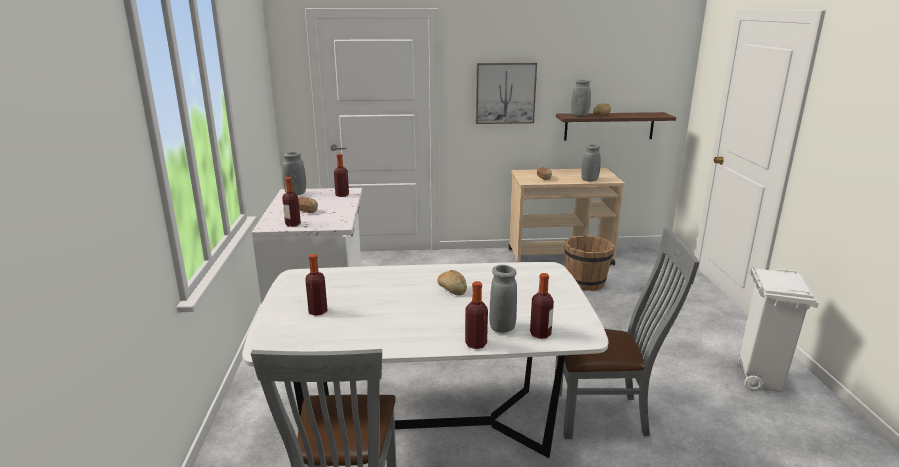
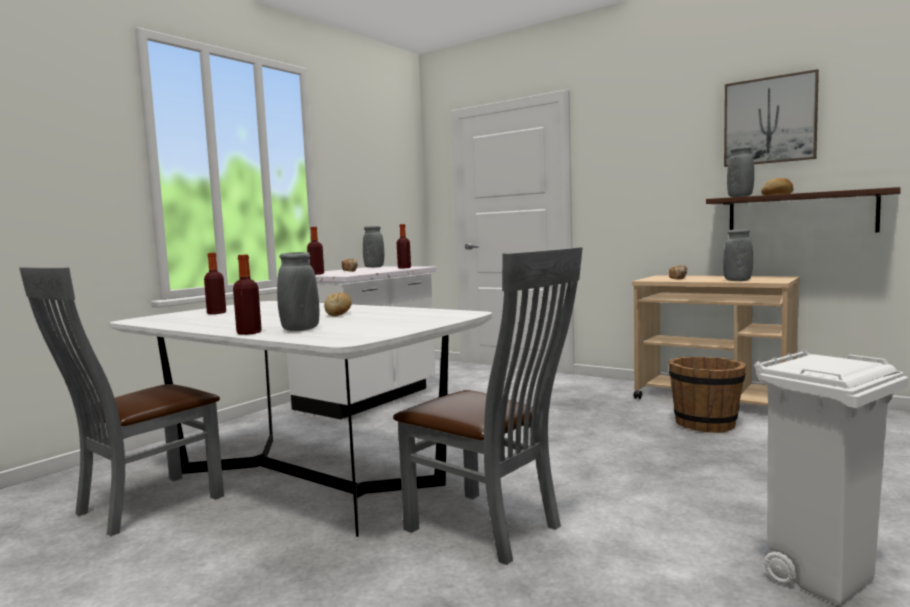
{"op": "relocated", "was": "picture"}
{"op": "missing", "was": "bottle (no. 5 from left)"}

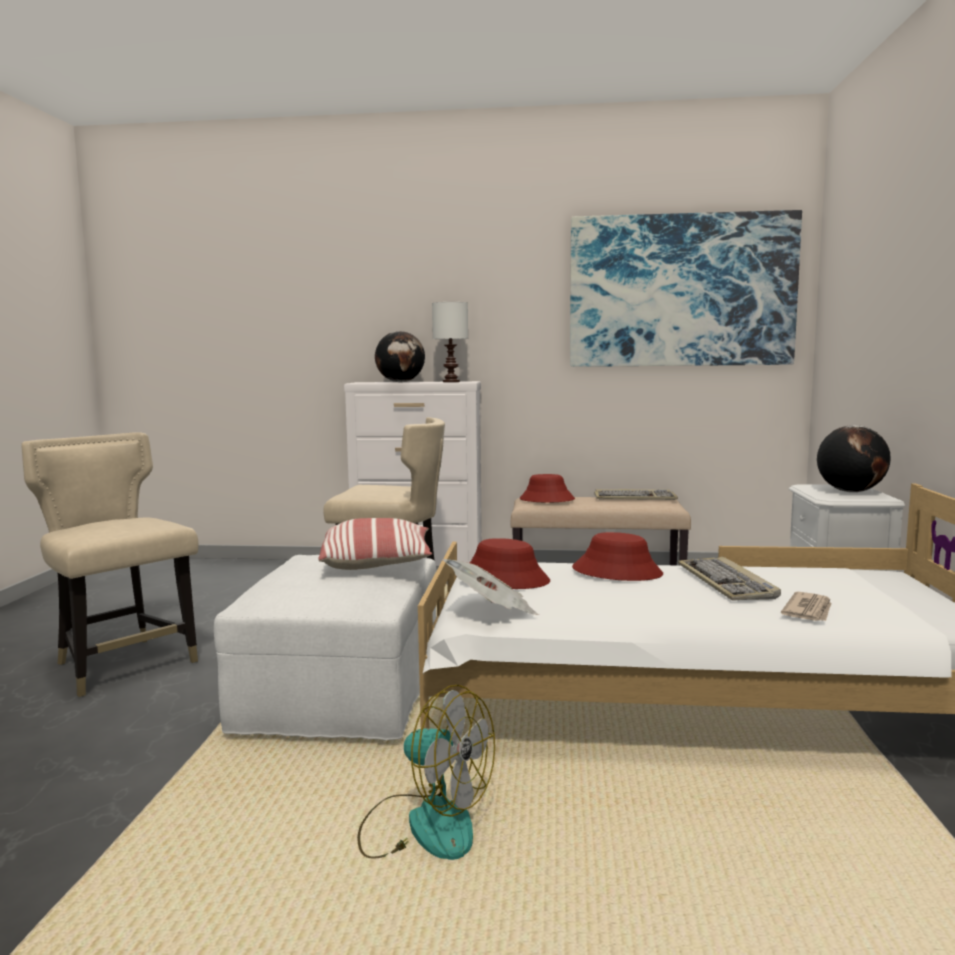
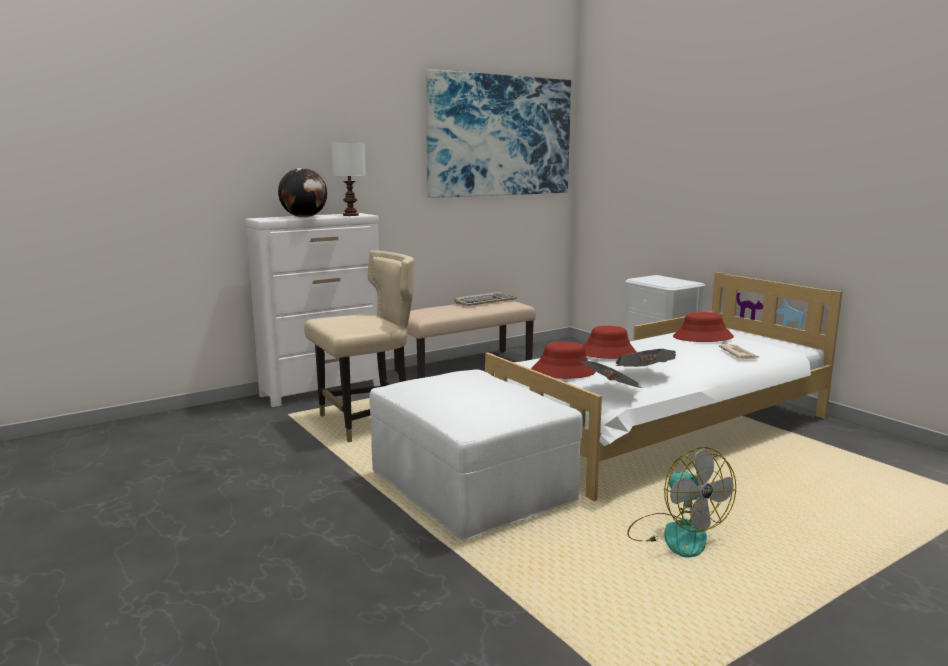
{"op": "missing", "was": "beige_chair (no. 1 from left)"}
{"op": "missing", "was": "pillow"}
{"op": "spun", "was": "fan", "clockwise": 75}
{"op": "relocated", "was": "red_hat (no. 2 from left in the first image)", "now": "red_hat (no. 3 from left)"}
{"op": "missing", "was": "keyboard (no. 2 from left)"}
{"op": "missing", "was": "globe (no. 2 from left)"}
{"op": "appeared", "now": "newspaper (no. 2 from left)"}

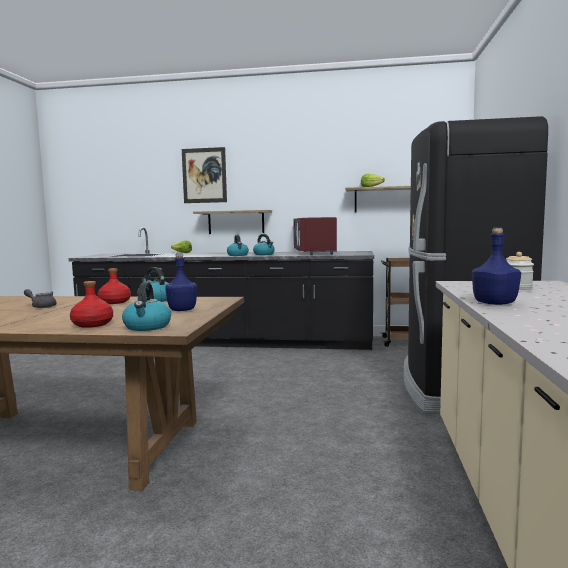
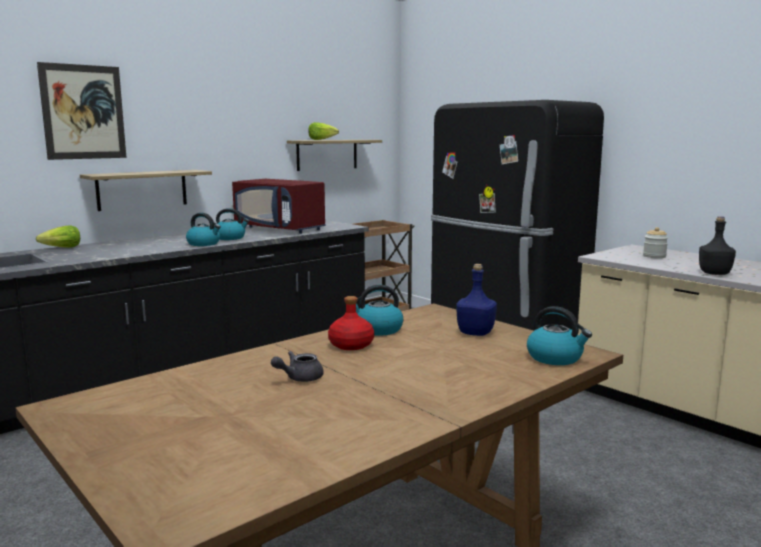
{"op": "missing", "was": "red_bottle (no. 1 from left)"}
{"op": "colour", "was": "blue_bottle (no. 2 from left)", "now": "black_bottle"}

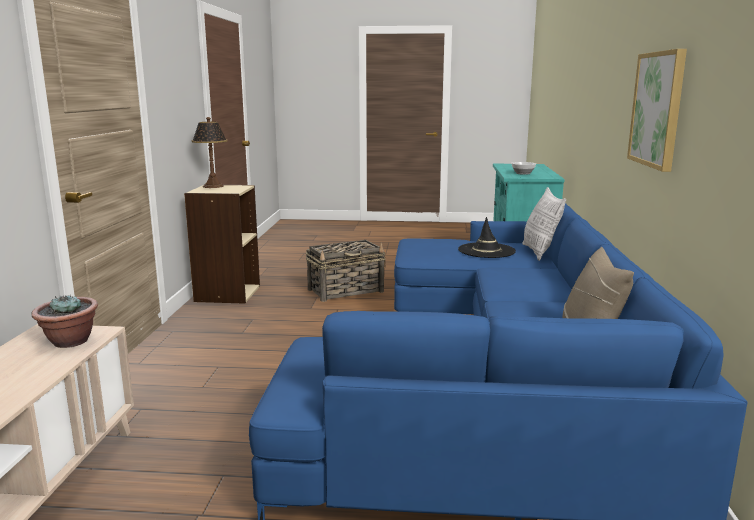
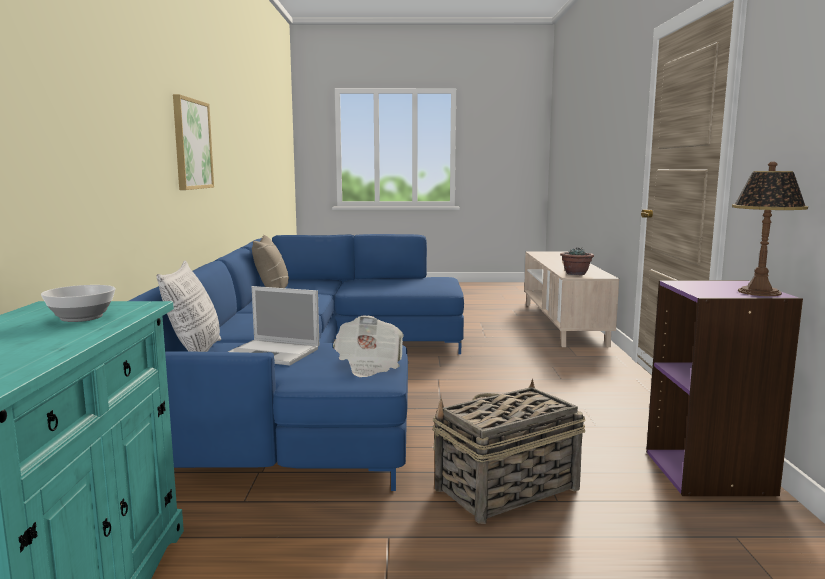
{"op": "colour", "was": "beige_bookcase", "now": "purple_bookcase"}
{"op": "exchanged", "was": "black_hat", "now": "laptop"}
{"op": "appeared", "now": "newspaper"}

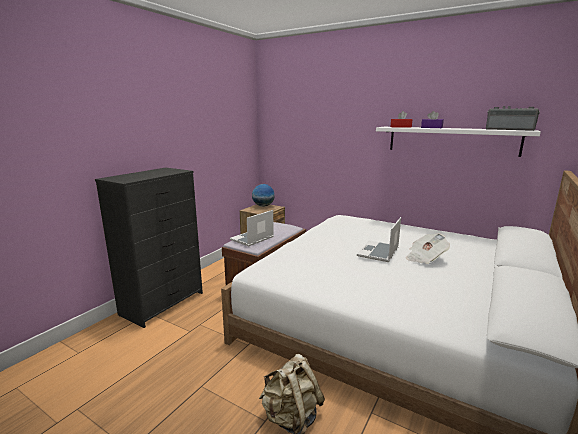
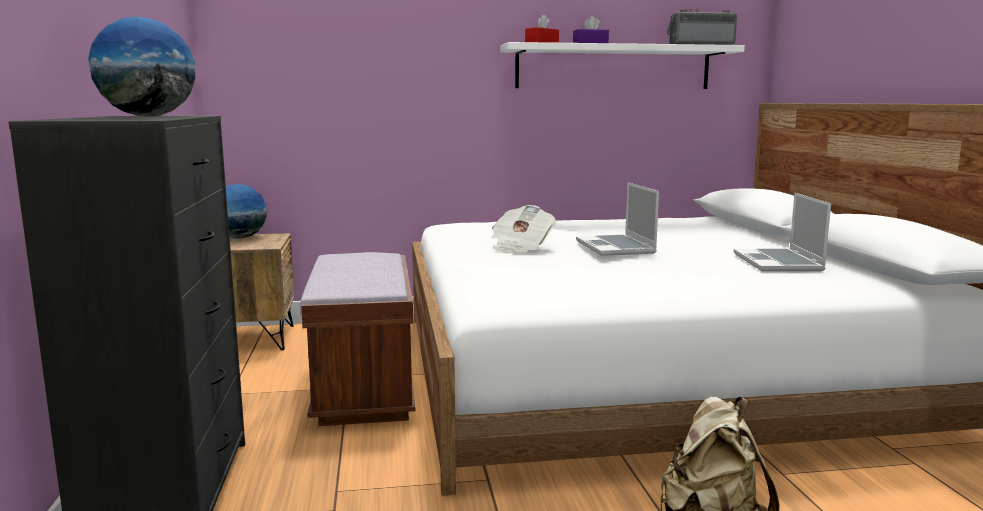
{"op": "relocated", "was": "laptop (no. 1 from left in the first image)", "now": "laptop (no. 2 from left)"}
{"op": "relocated", "was": "newspaper"}
{"op": "appeared", "now": "globe (no. 1 from left)"}

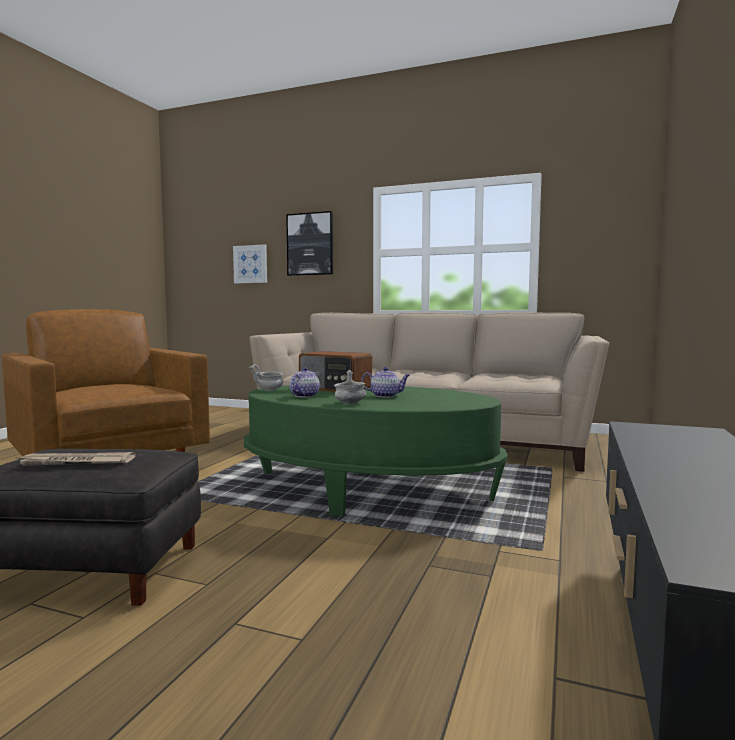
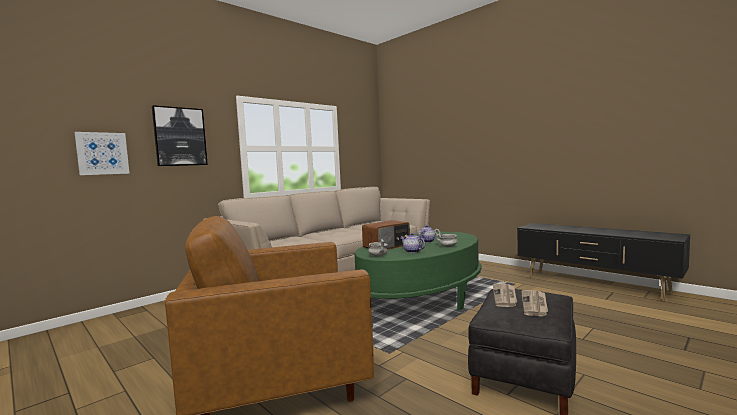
{"op": "appeared", "now": "newspaper (no. 1 from left)"}

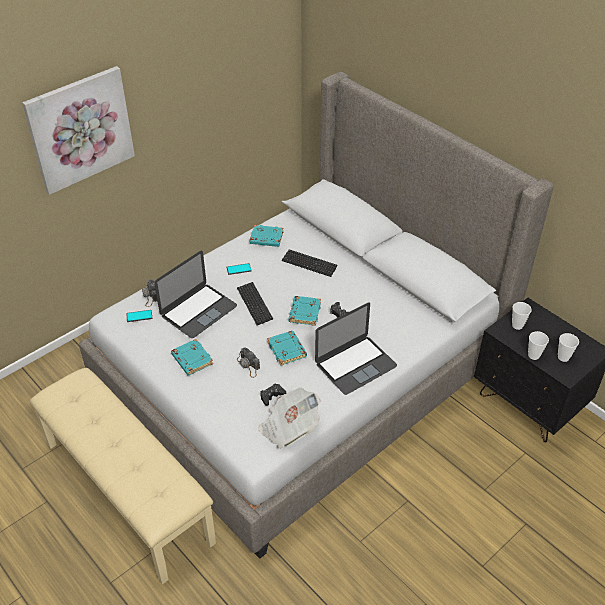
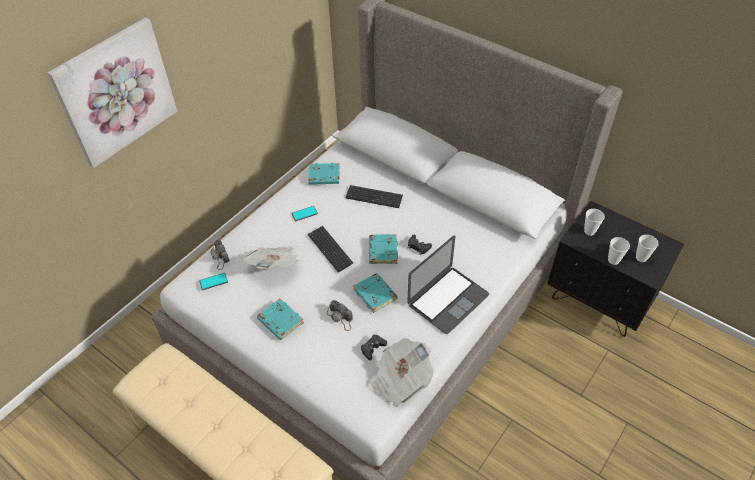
{"op": "exchanged", "was": "laptop (no. 1 from left)", "now": "newspaper (no. 1 from left)"}

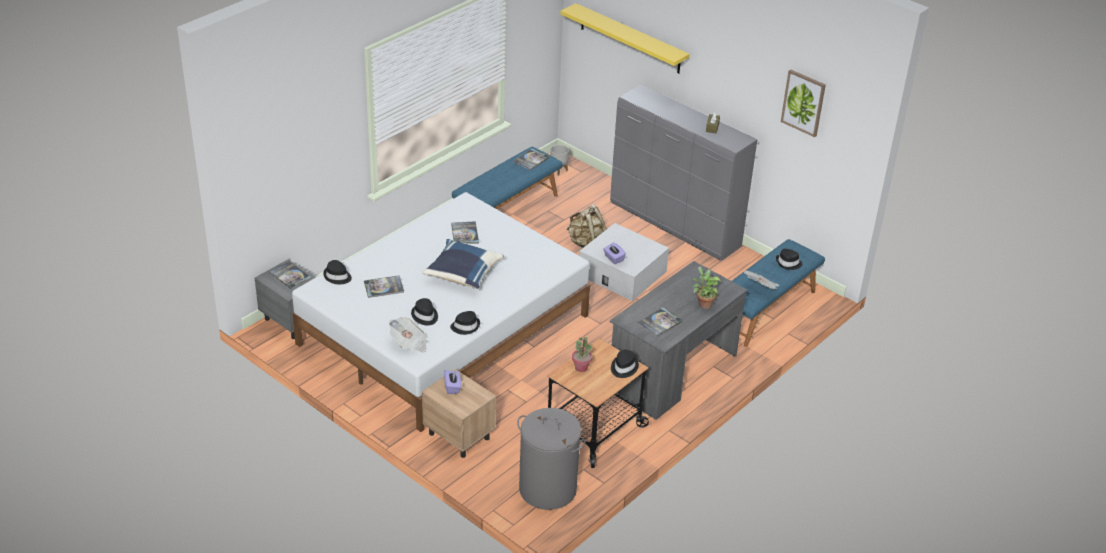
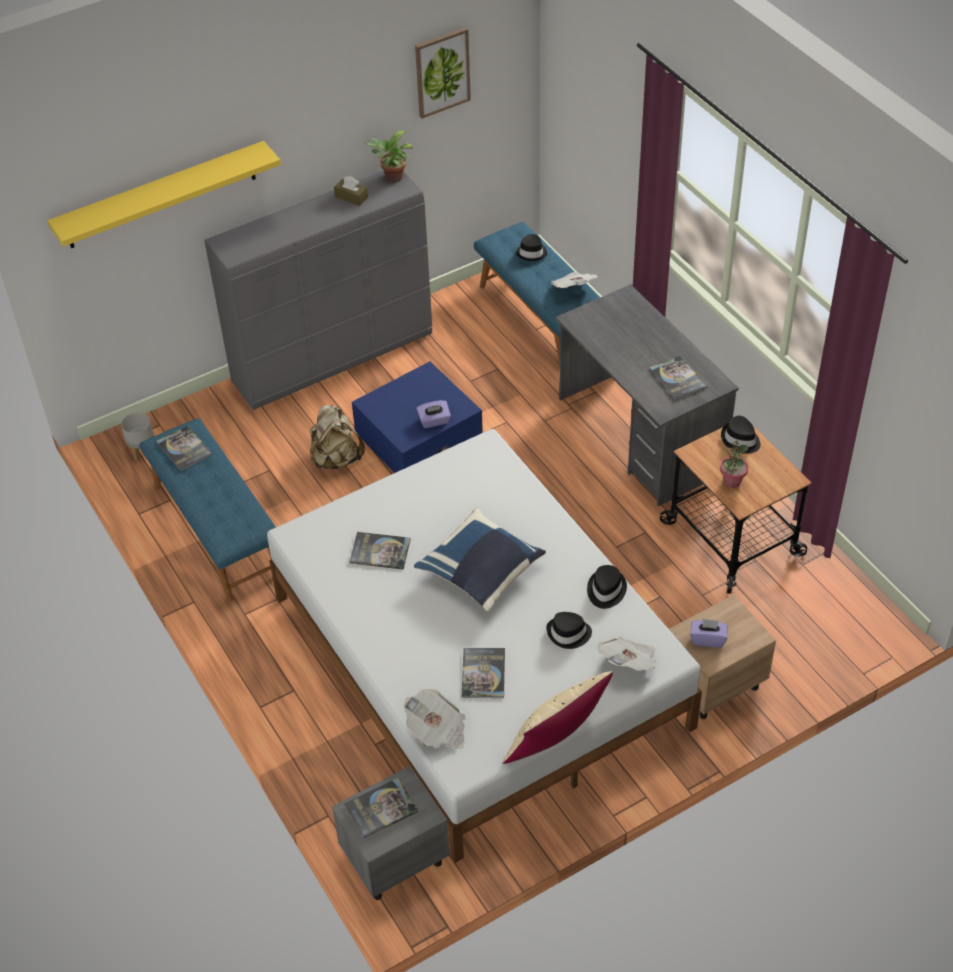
{"op": "exchanged", "was": "black_hat (no. 1 from left)", "now": "newspaper (no. 1 from left)"}
{"op": "missing", "was": "grey_laundry_basket"}
{"op": "colour", "was": "white_storage_box", "now": "blue_storage_box"}
{"op": "relocated", "was": "potted_plant (no. 2 from left in the first image)", "now": "potted_plant (no. 1 from left)"}
{"op": "appeared", "now": "beige_pillow"}

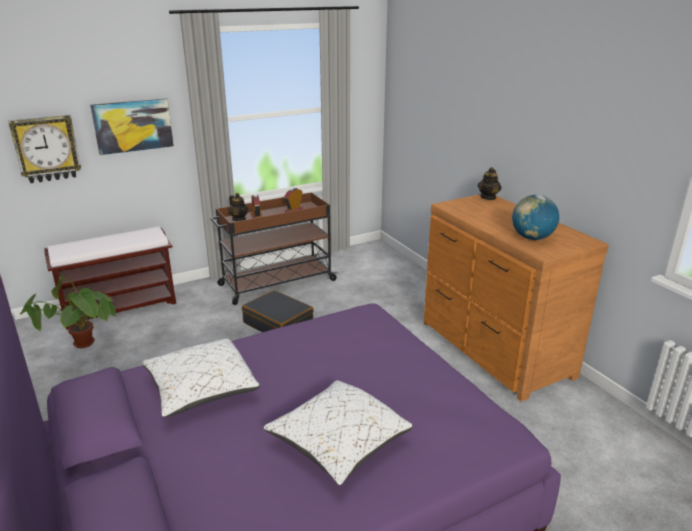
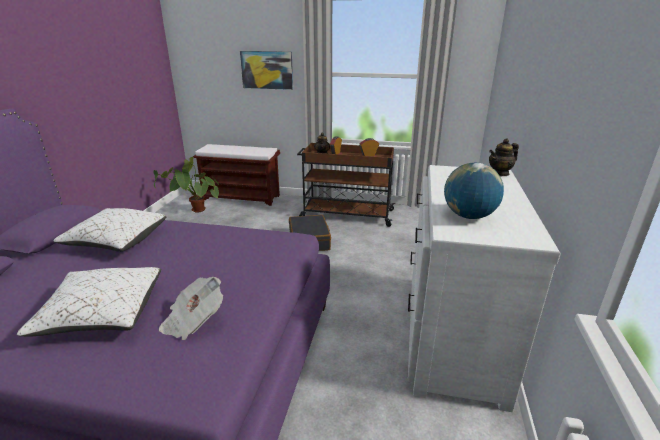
{"op": "missing", "was": "wall_clock"}
{"op": "colour", "was": "brown_dresser", "now": "white_dresser"}
{"op": "appeared", "now": "newspaper"}

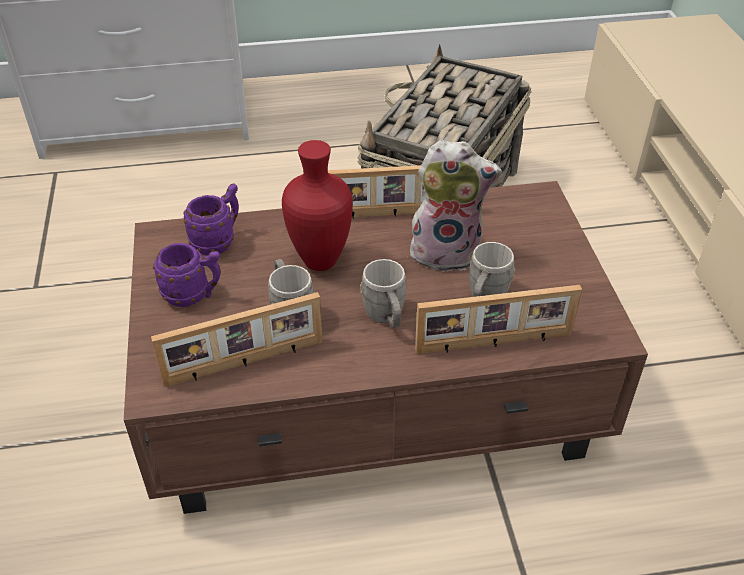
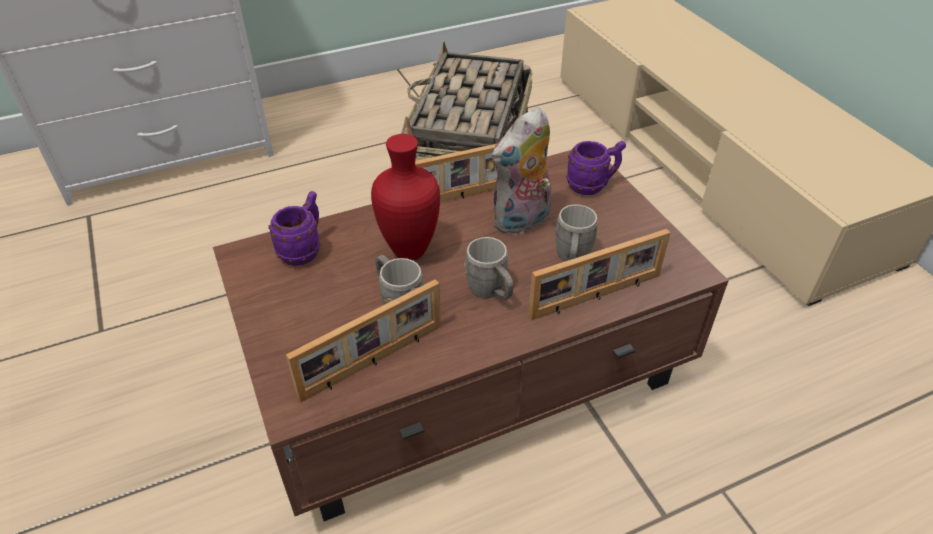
{"op": "relocated", "was": "purple_mug (no. 1 from left in the first image)", "now": "purple_mug (no. 2 from left)"}
{"op": "spun", "was": "plush_toy", "clockwise": 150}

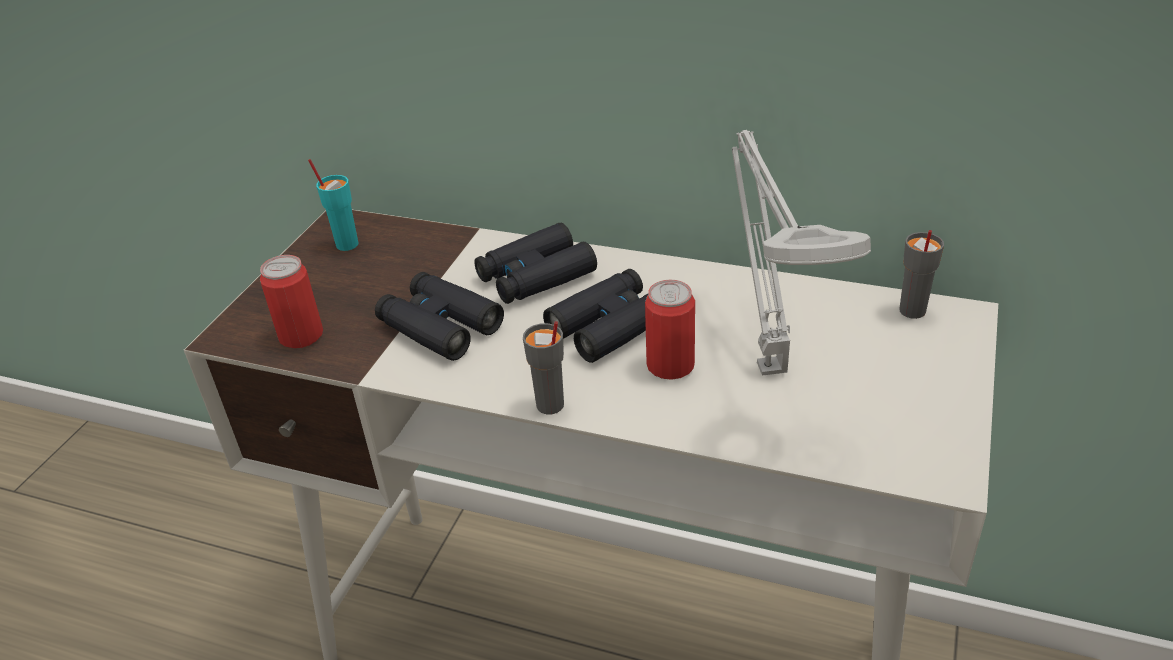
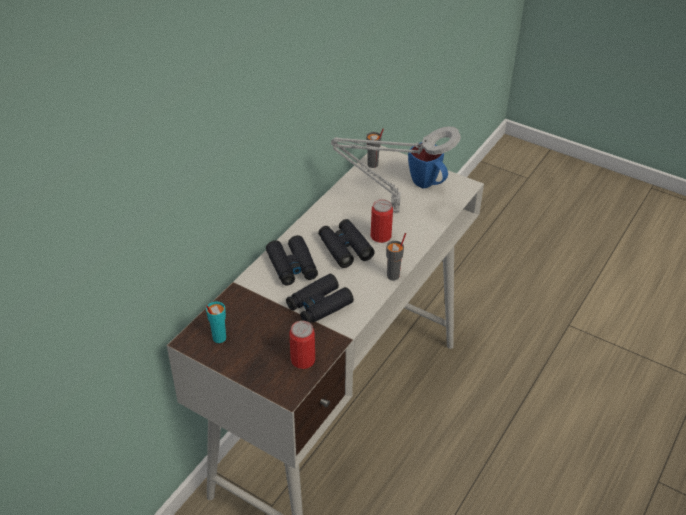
{"op": "appeared", "now": "blue_mug"}

